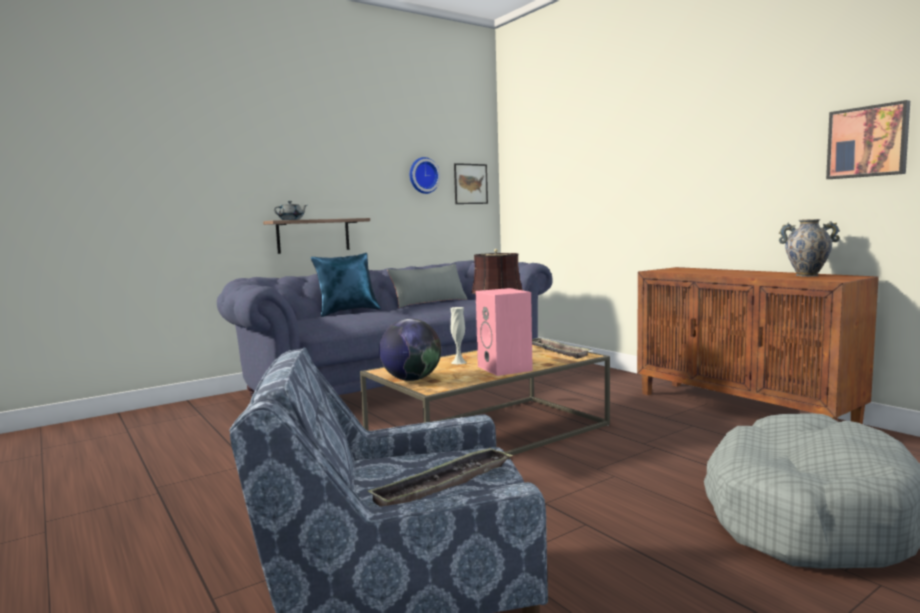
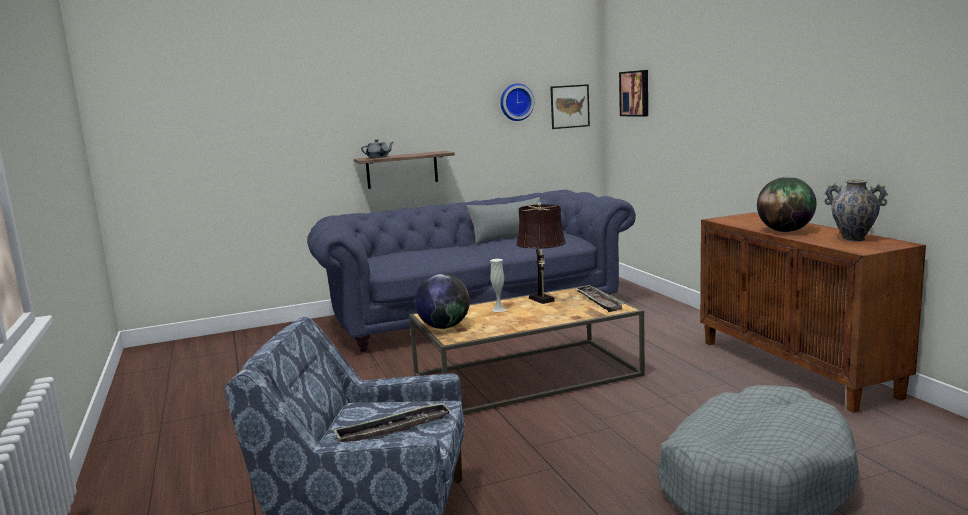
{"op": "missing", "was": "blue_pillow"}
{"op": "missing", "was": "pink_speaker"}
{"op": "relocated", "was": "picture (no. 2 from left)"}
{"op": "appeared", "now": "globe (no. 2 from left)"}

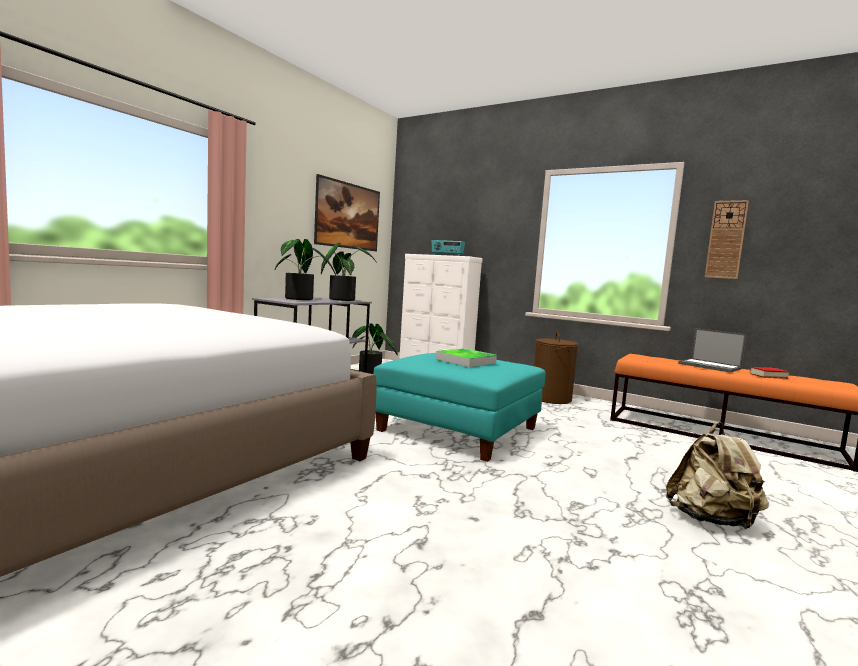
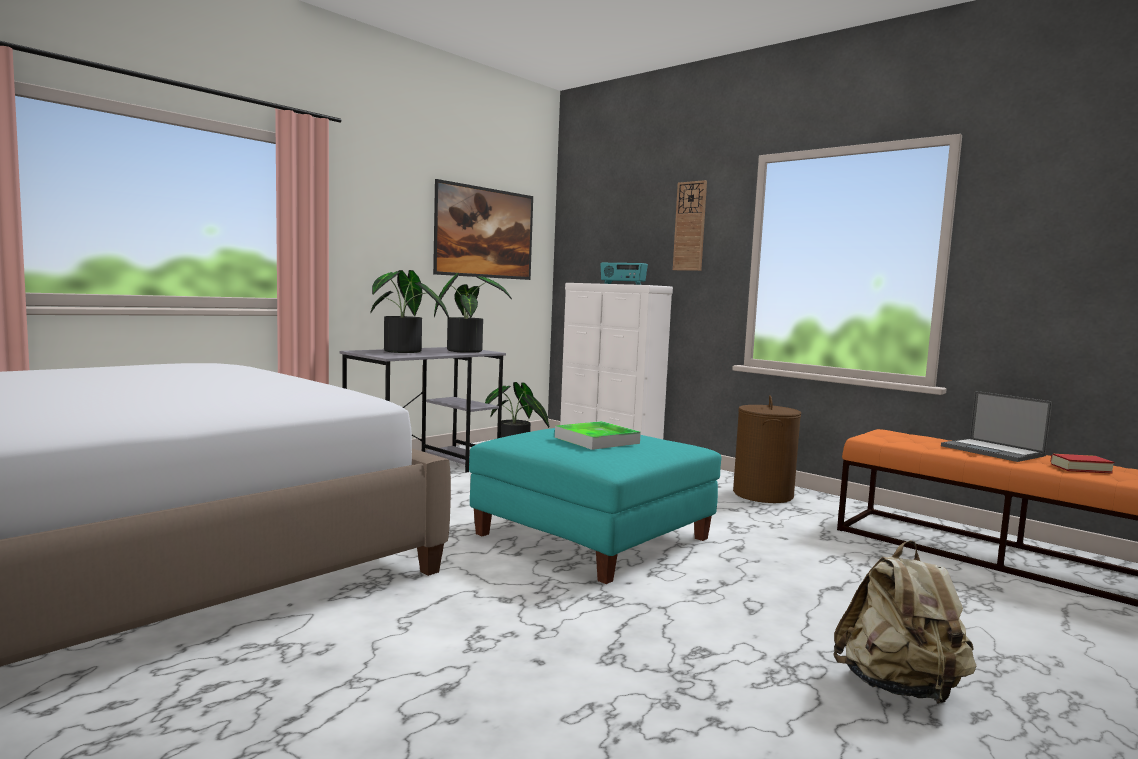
{"op": "relocated", "was": "wall_clock"}

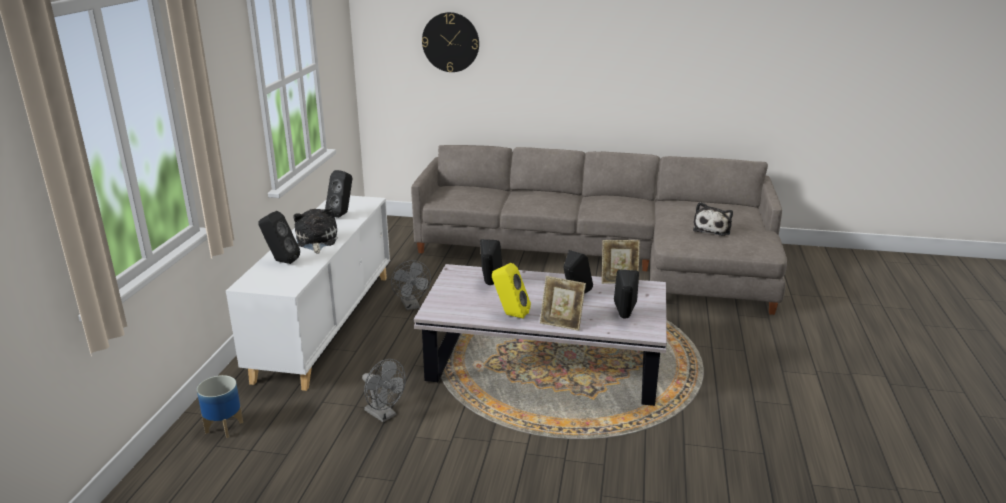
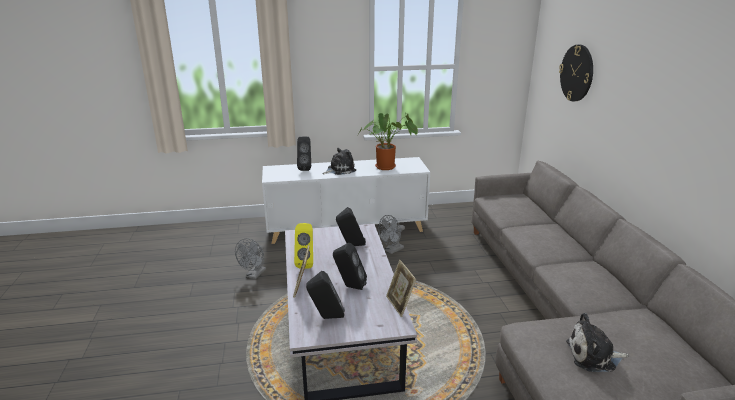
{"op": "missing", "was": "planter"}
{"op": "exchanged", "was": "black_speaker (no. 2 from left)", "now": "potted_plant"}

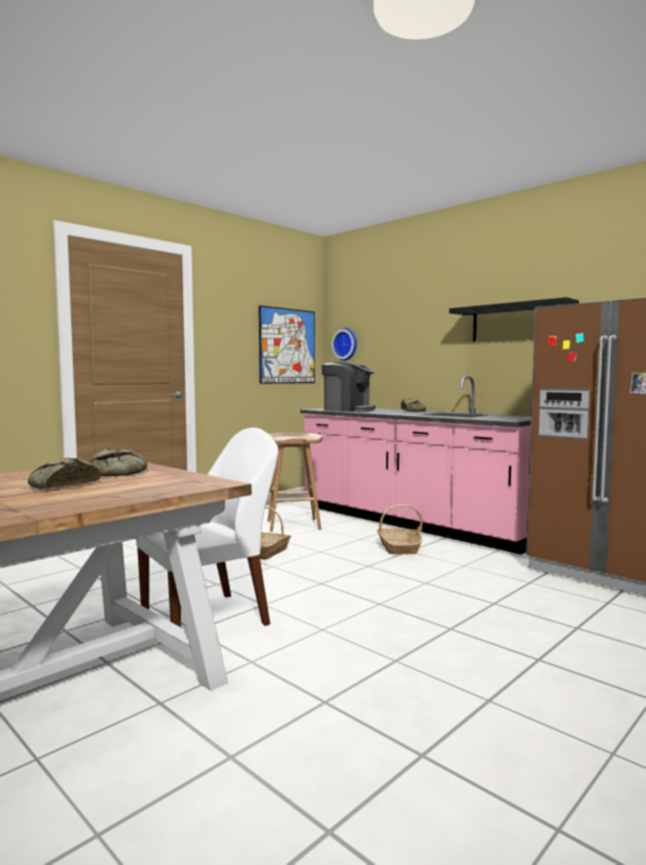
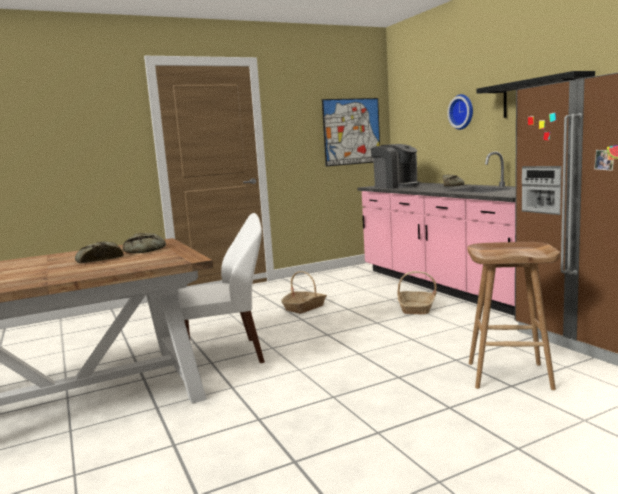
{"op": "relocated", "was": "brown_stool"}
{"op": "relocated", "was": "wall_clock"}

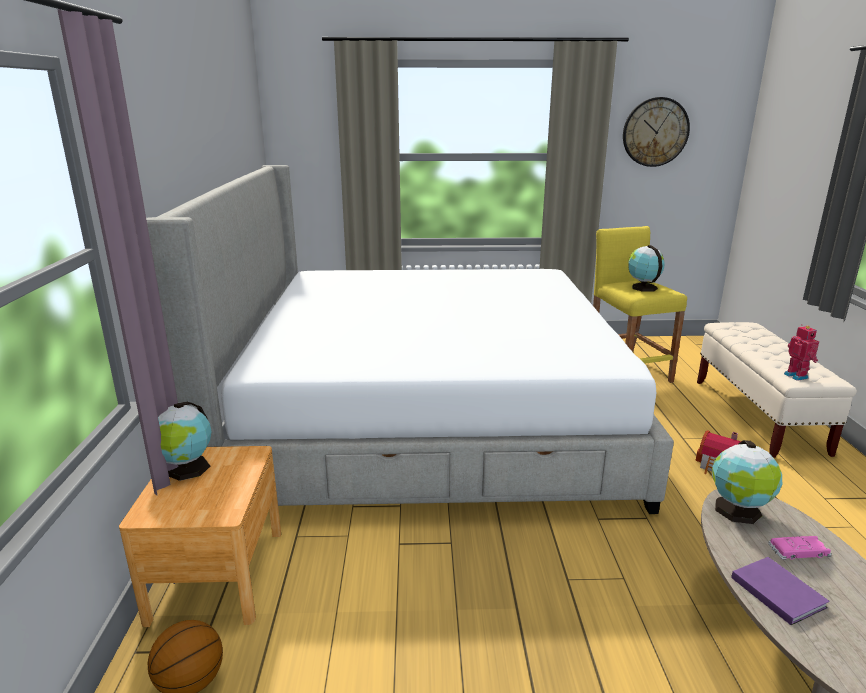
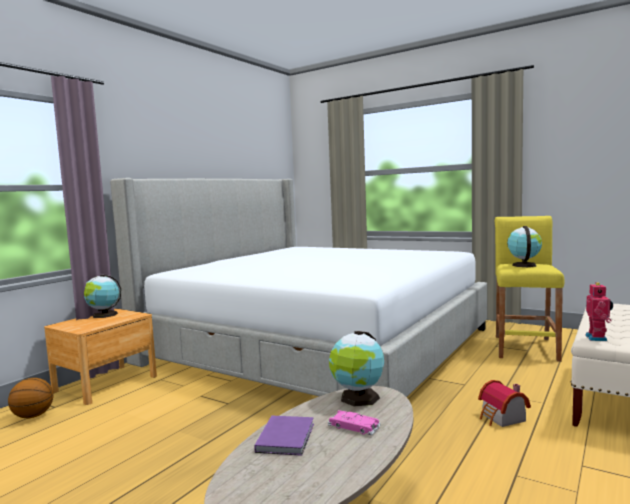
{"op": "missing", "was": "wall_clock"}

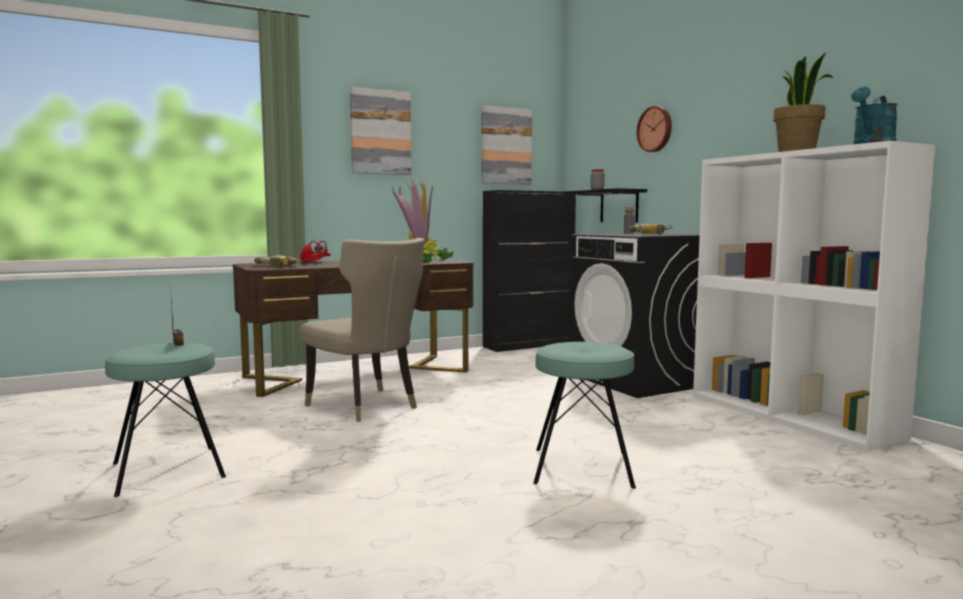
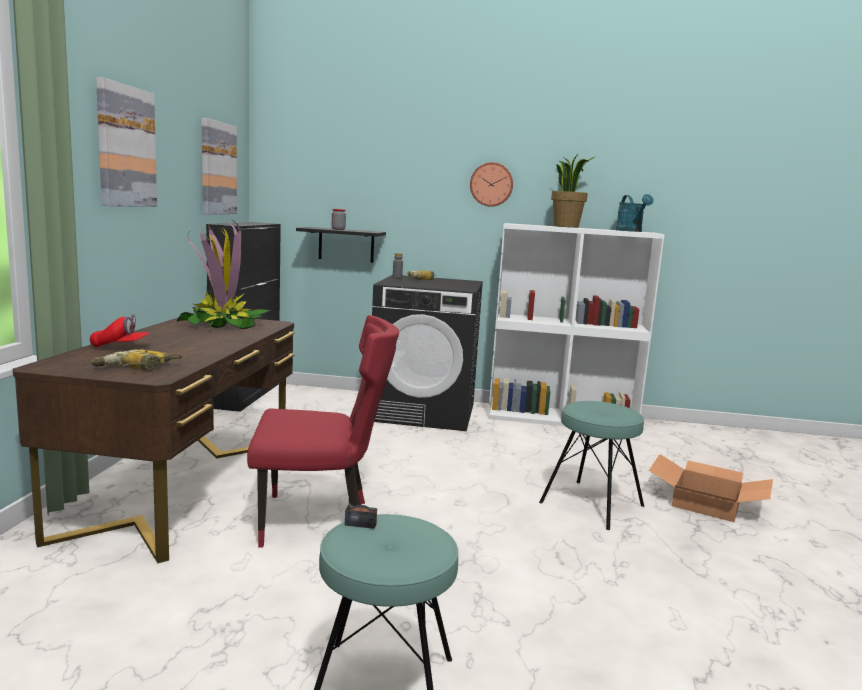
{"op": "colour", "was": "beige_chair", "now": "red_chair"}
{"op": "relocated", "was": "wall_clock"}
{"op": "appeared", "now": "cardboard_box"}

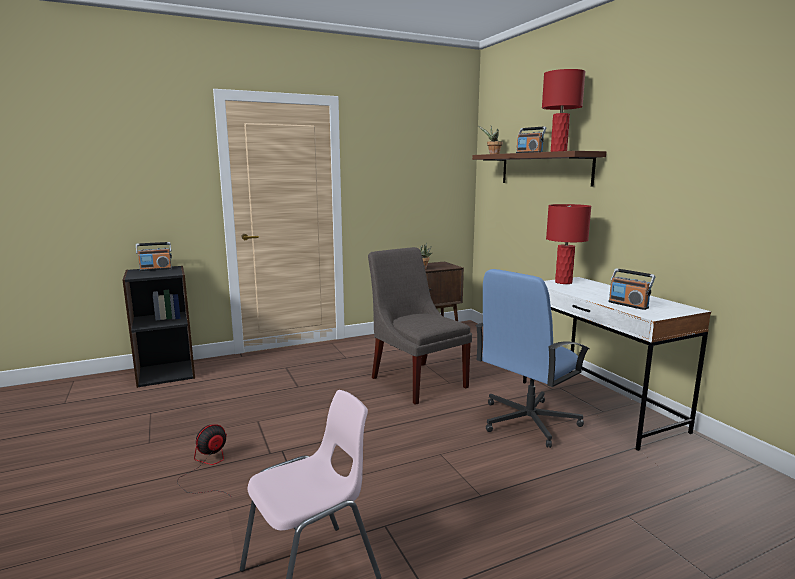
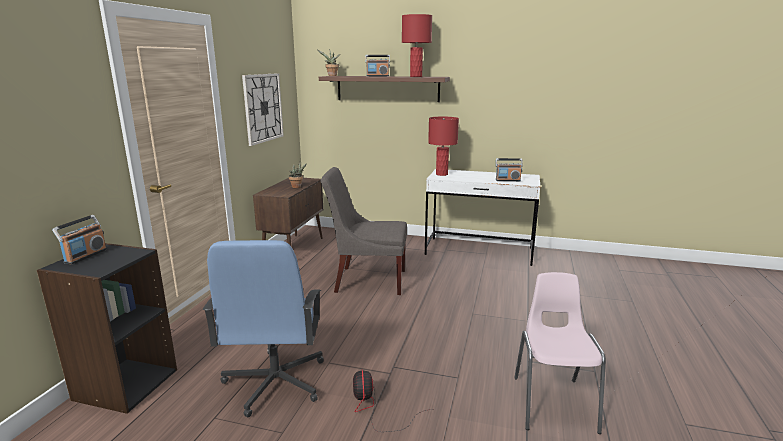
{"op": "relocated", "was": "blue_office_chair"}
{"op": "appeared", "now": "wall_clock"}

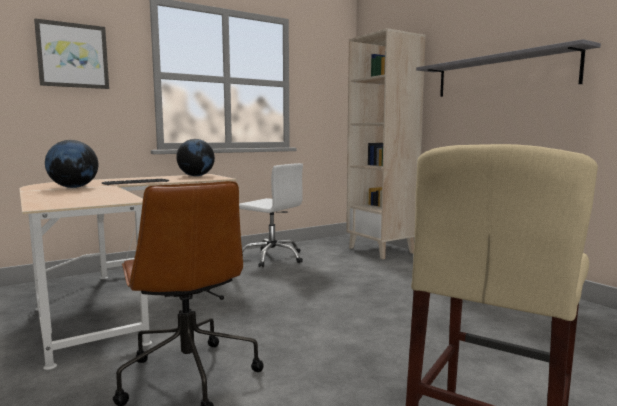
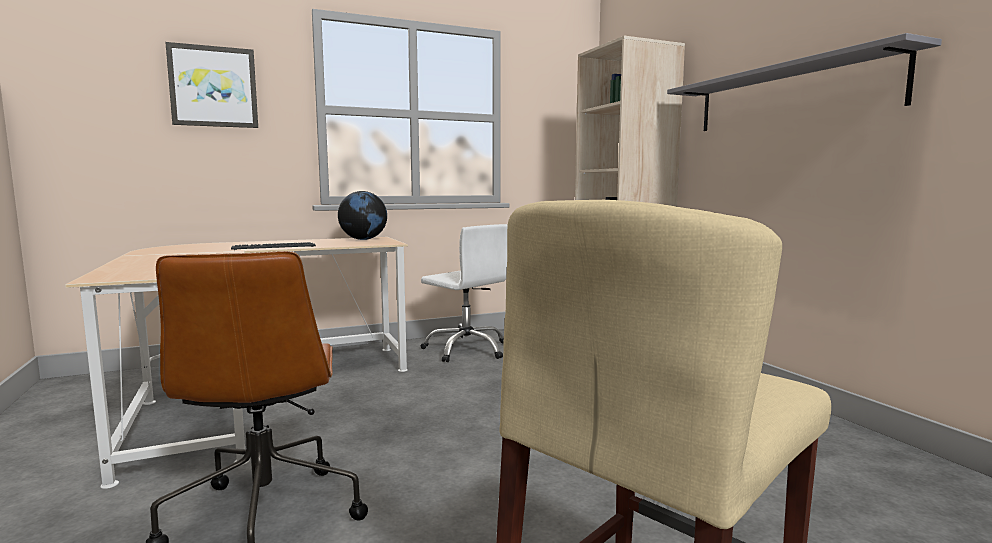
{"op": "missing", "was": "globe (no. 1 from left)"}

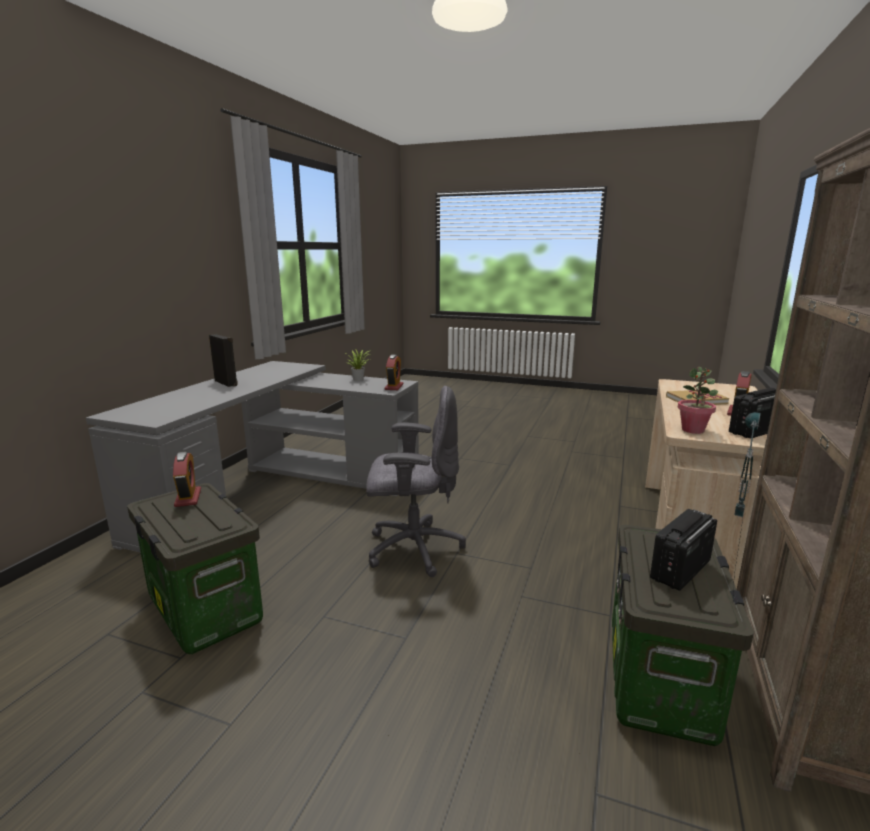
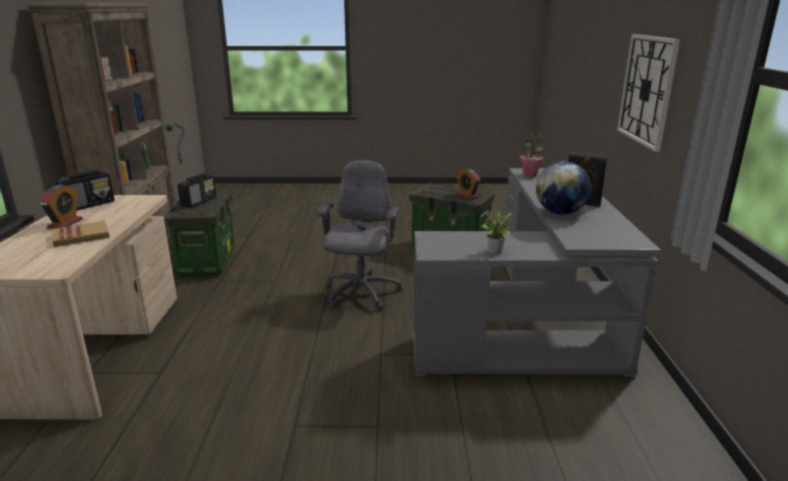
{"op": "spun", "was": "grey_office_chair", "clockwise": 120}
{"op": "missing", "was": "alarm_clock (no. 2 from left)"}
{"op": "relocated", "was": "potted_plant (no. 2 from left)"}
{"op": "appeared", "now": "globe"}
{"op": "appeared", "now": "wall_clock"}

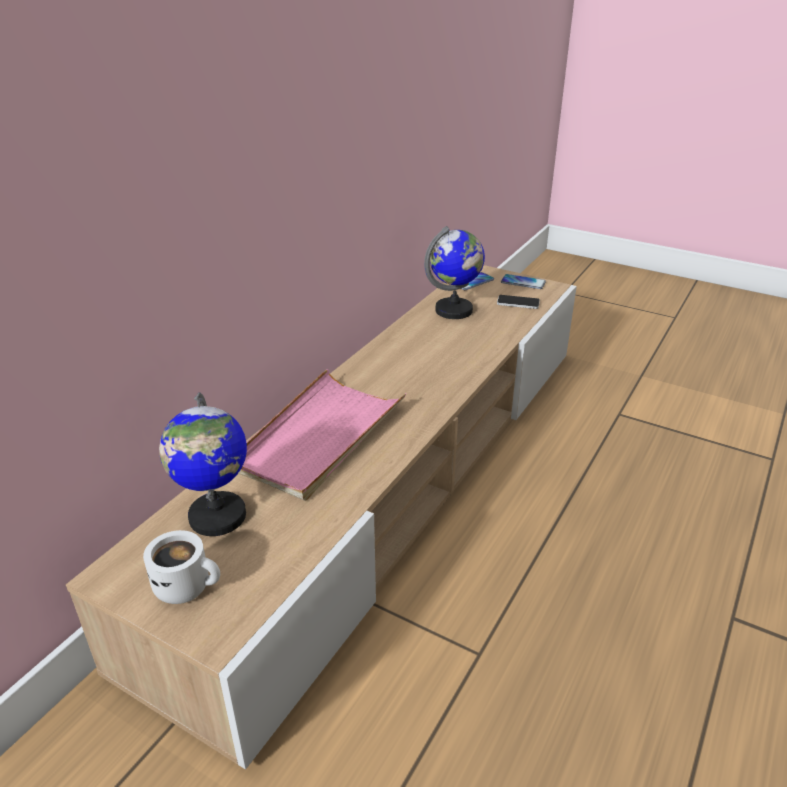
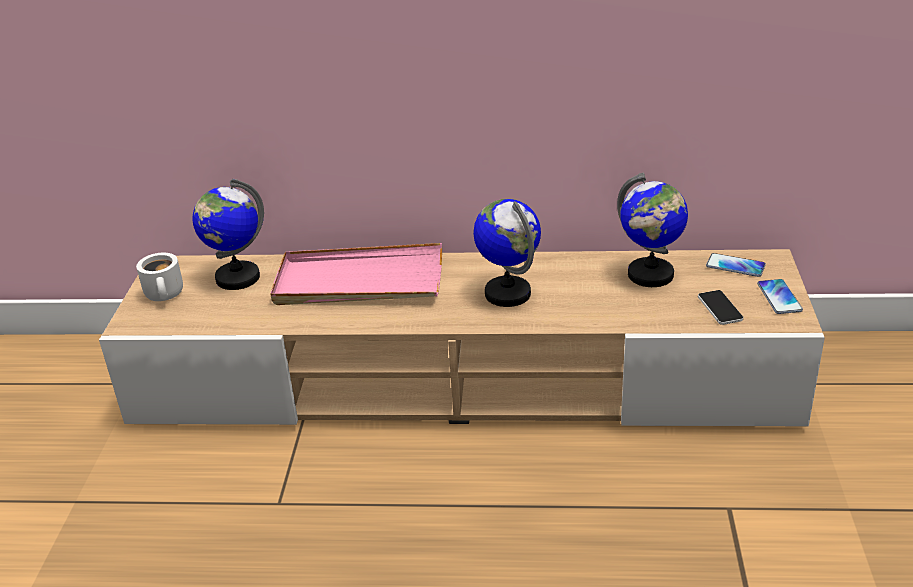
{"op": "appeared", "now": "globe (no. 2 from left)"}

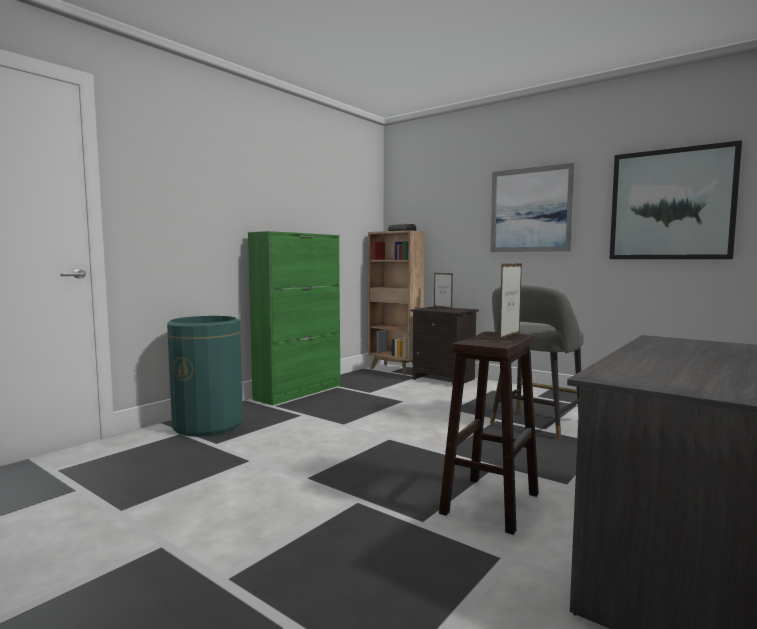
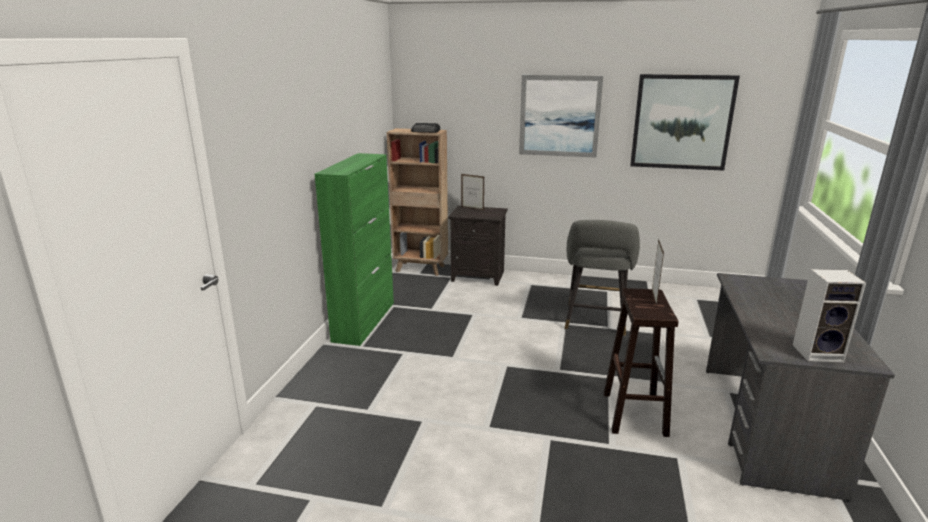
{"op": "missing", "was": "green_trash_can"}
{"op": "appeared", "now": "speaker"}

